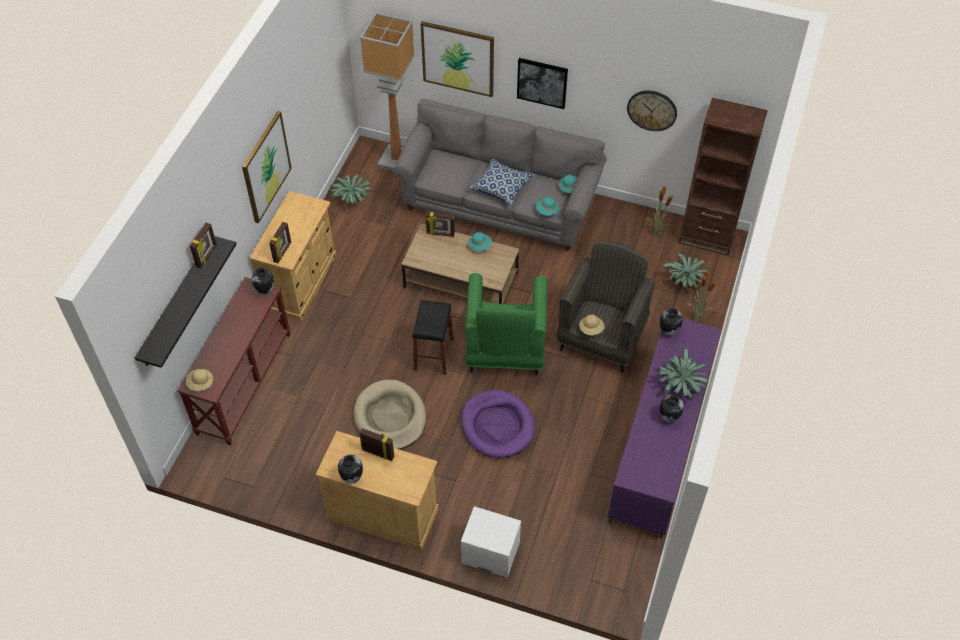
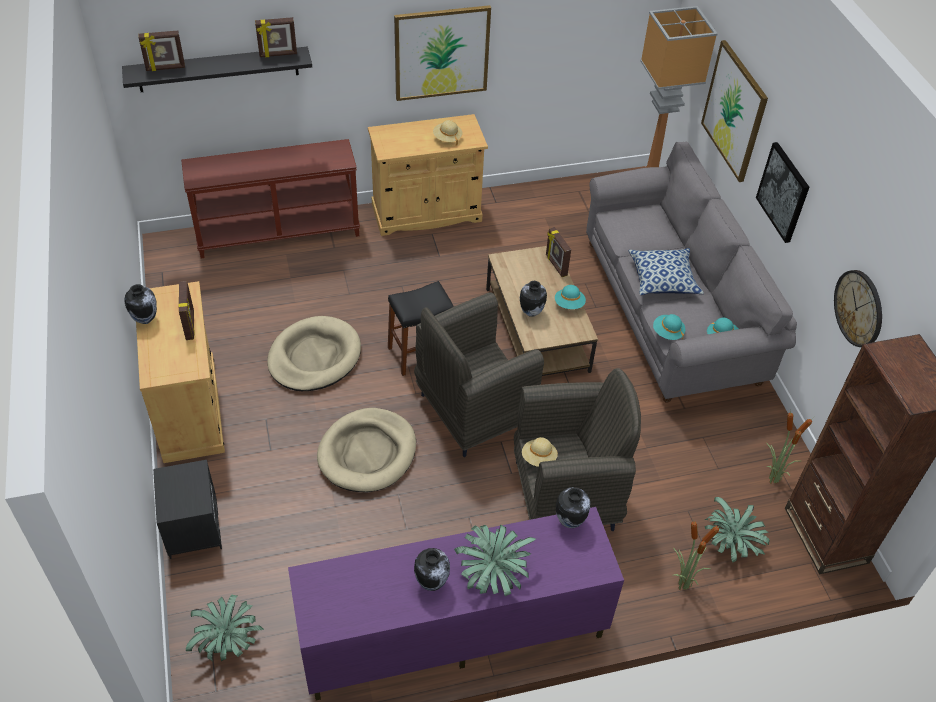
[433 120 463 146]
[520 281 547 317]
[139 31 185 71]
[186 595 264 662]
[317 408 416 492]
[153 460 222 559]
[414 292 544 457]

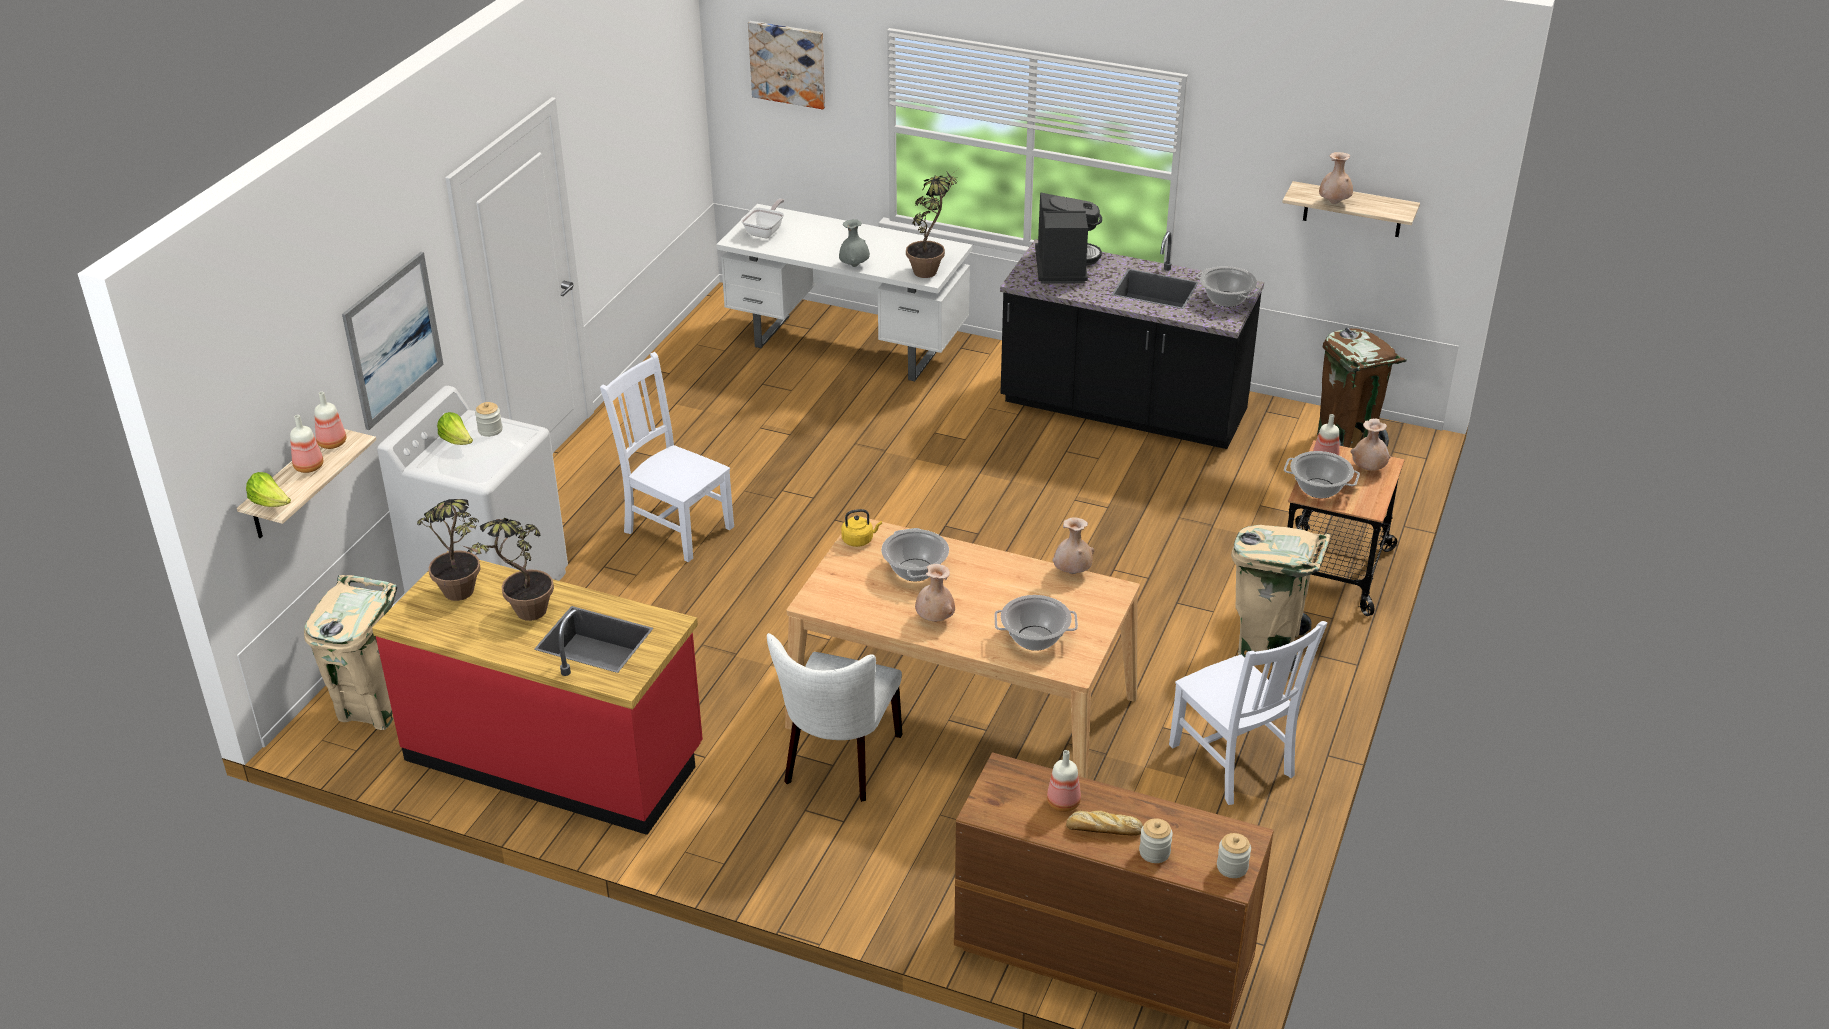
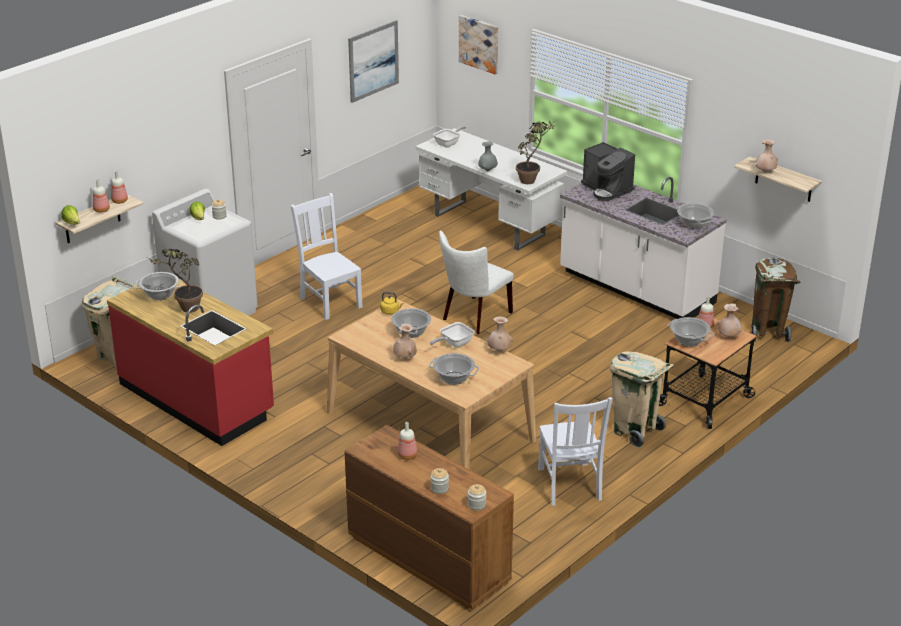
[348 20 399 103]
[135 272 183 300]
[439 231 514 334]
[560 177 727 319]
[581 142 635 201]
[1066 811 1143 836] (first image)
[430 322 475 348]

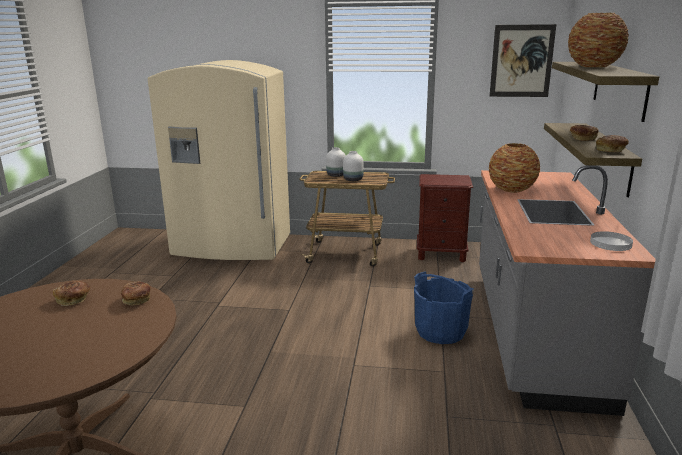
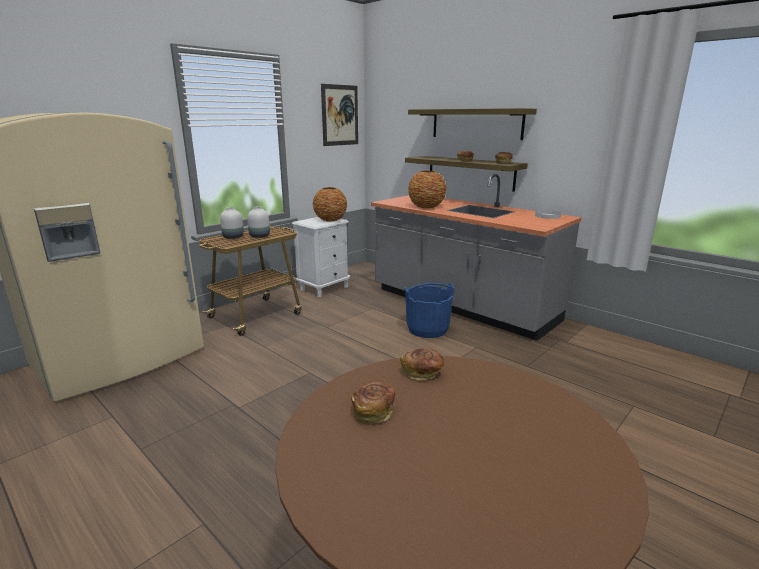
[292 217 350 297]
[313 187 347 221]

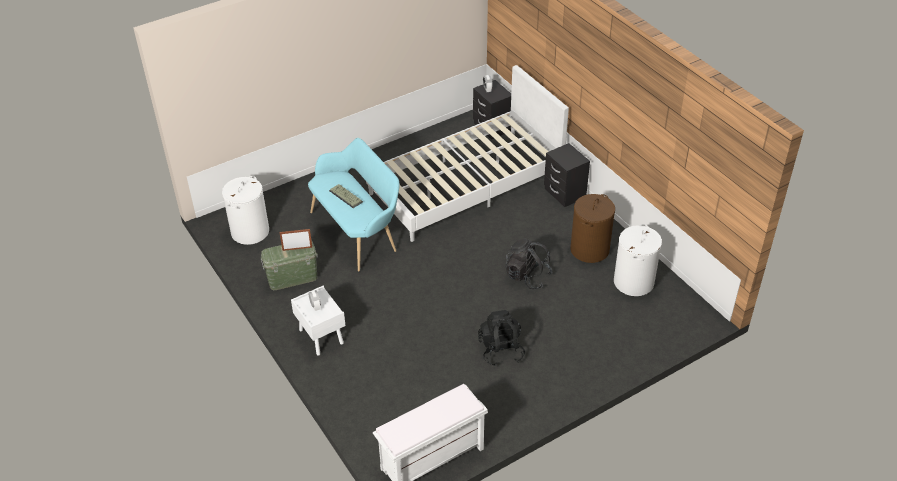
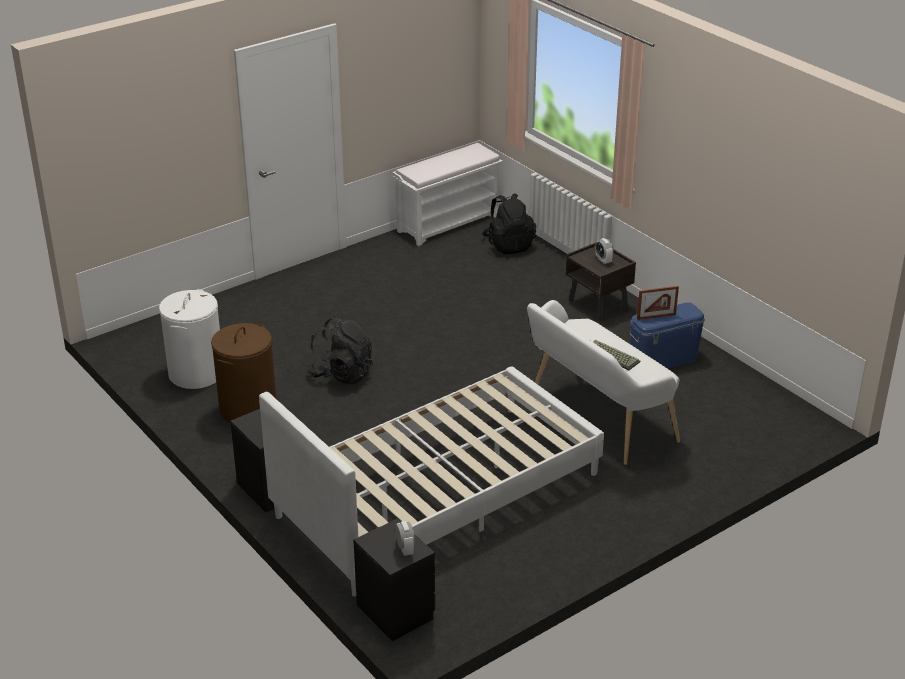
[222 176 269 245] (first image)
[629 302 705 369]
[566 243 636 321]
[527 300 680 465]
[482 193 536 254]

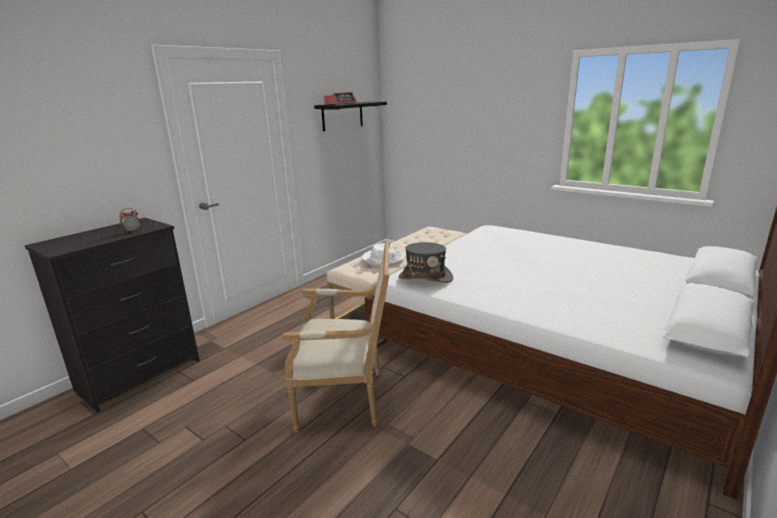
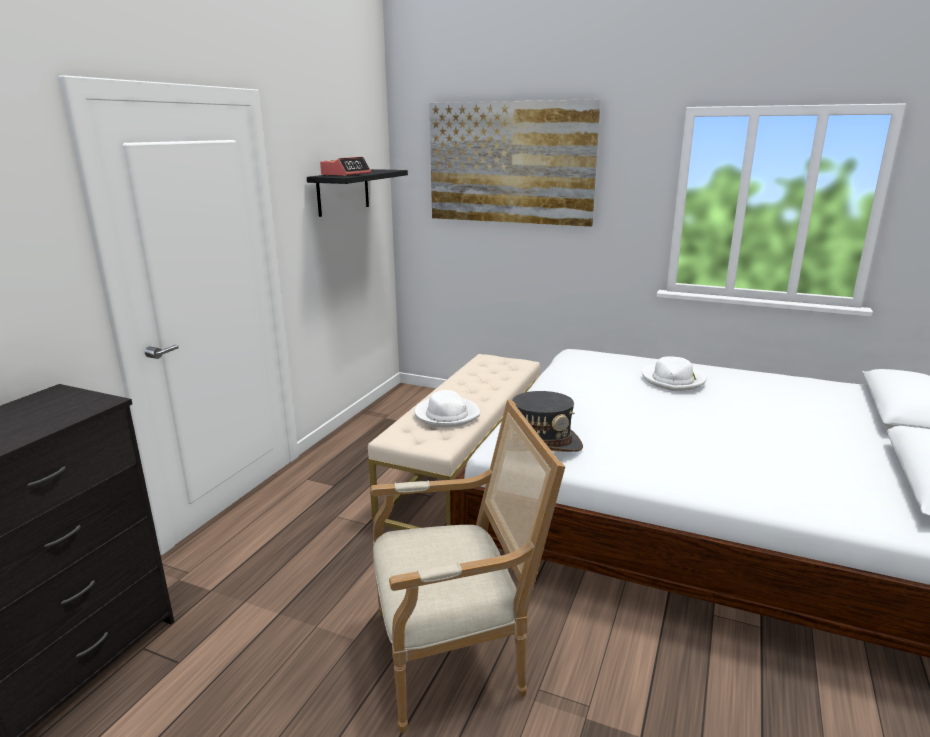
[119 208 140 232] (first image)
[429 99 601 227]
[642 356 706 391]

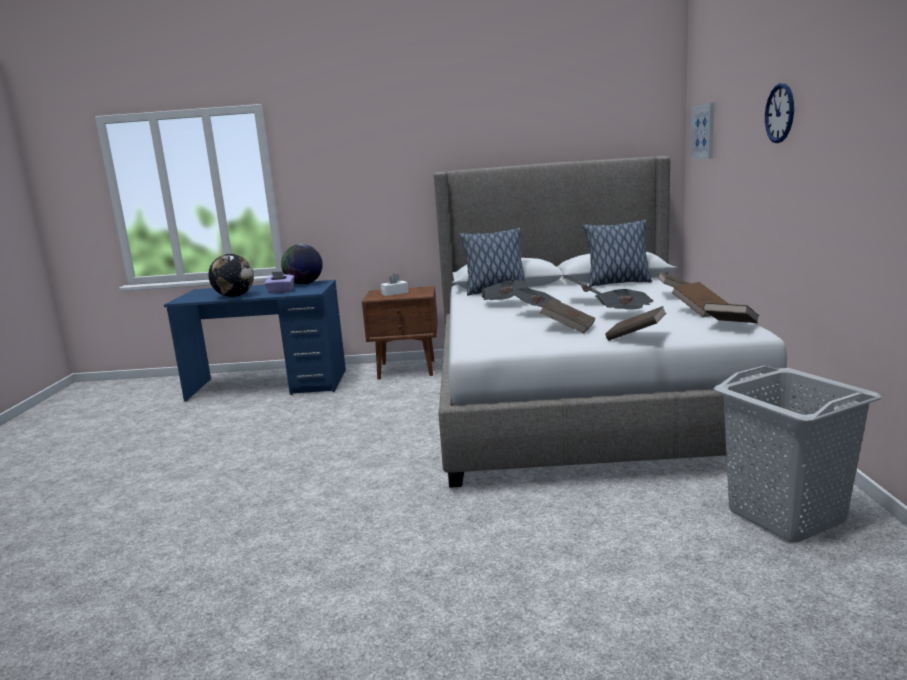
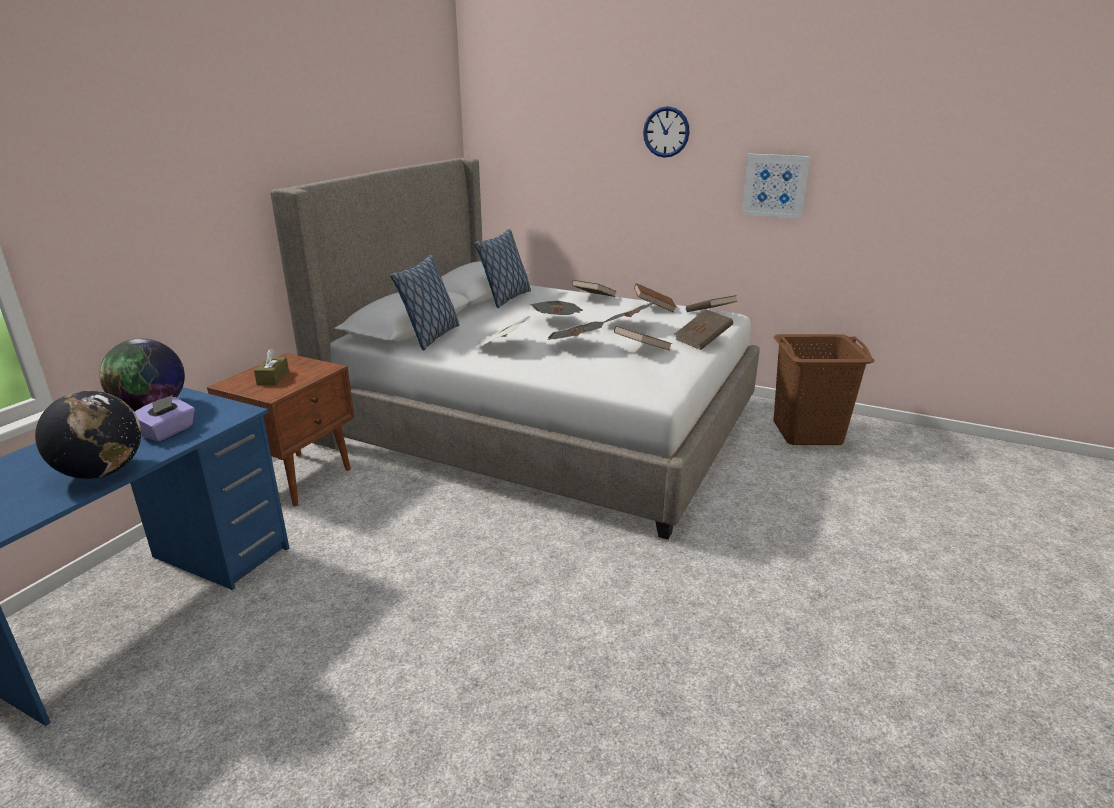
[254 349 289 385]
[742 154 810 219]
[773 334 874 445]

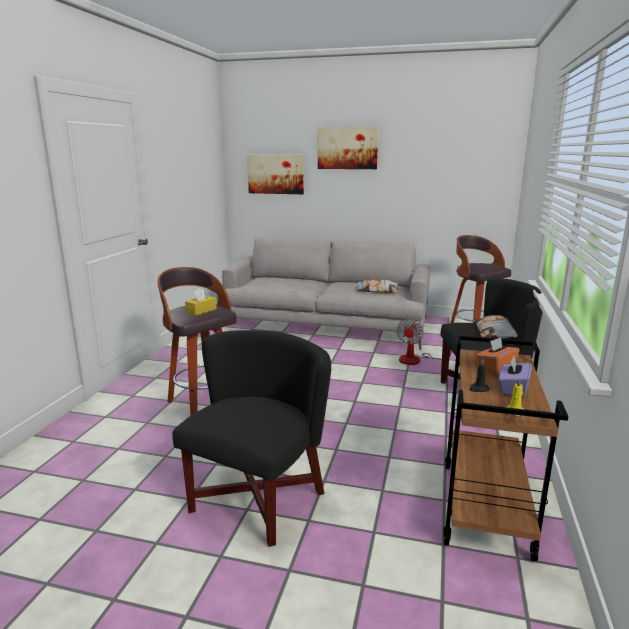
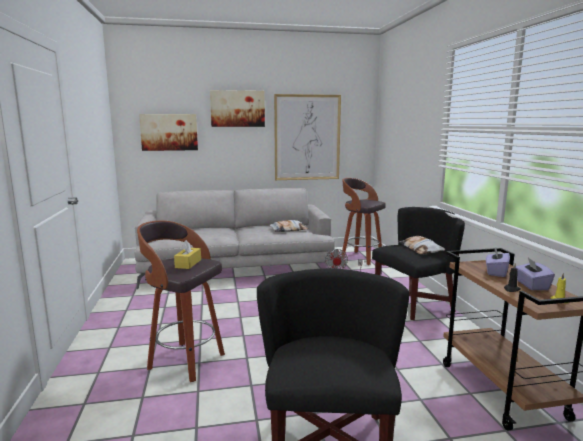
[486 248 510 277]
[274 94 341 180]

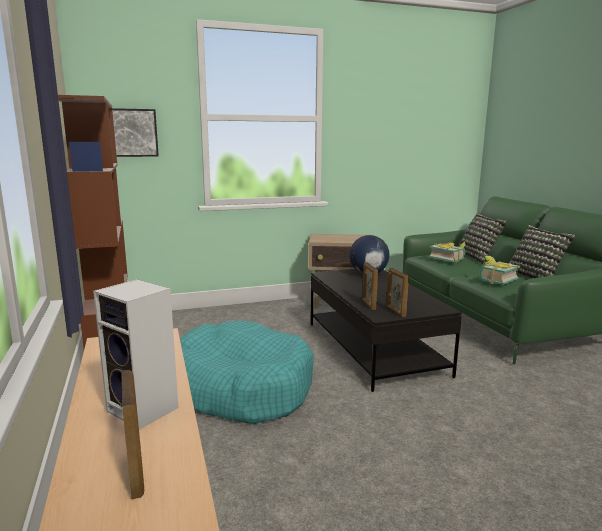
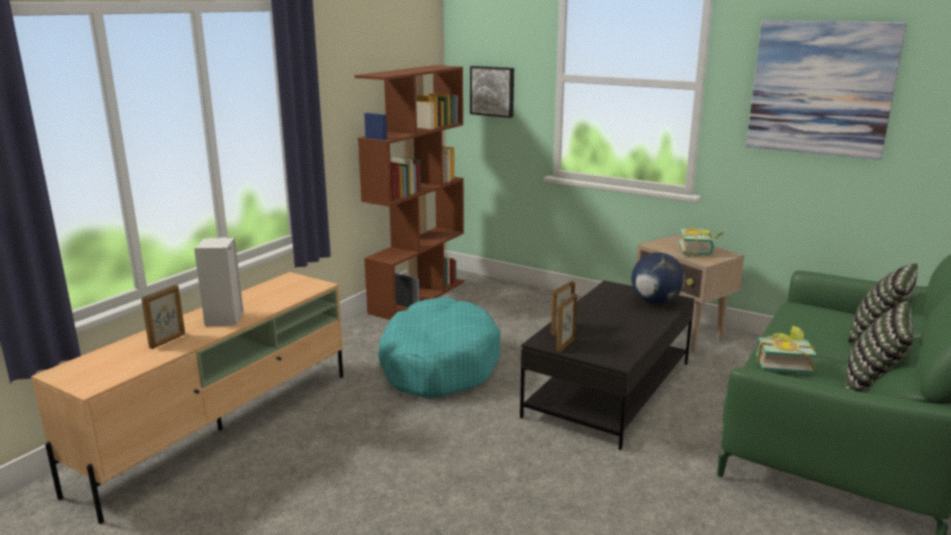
[678 227 724 257]
[746 20 907 160]

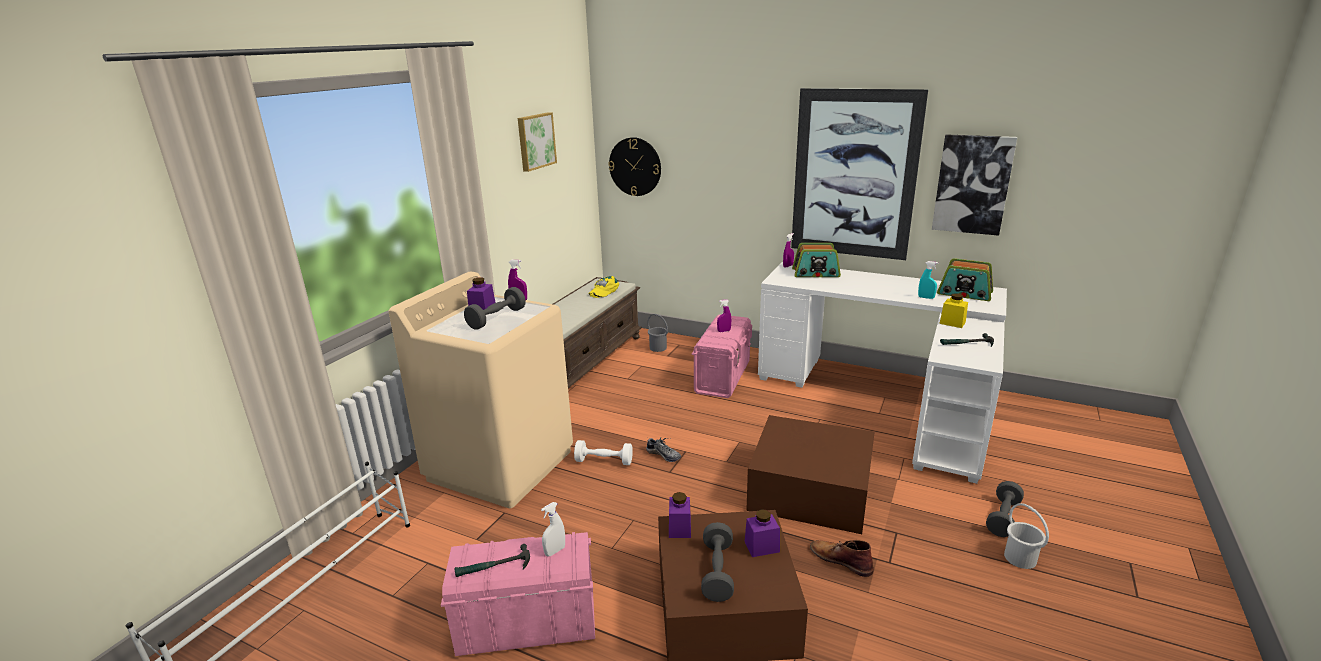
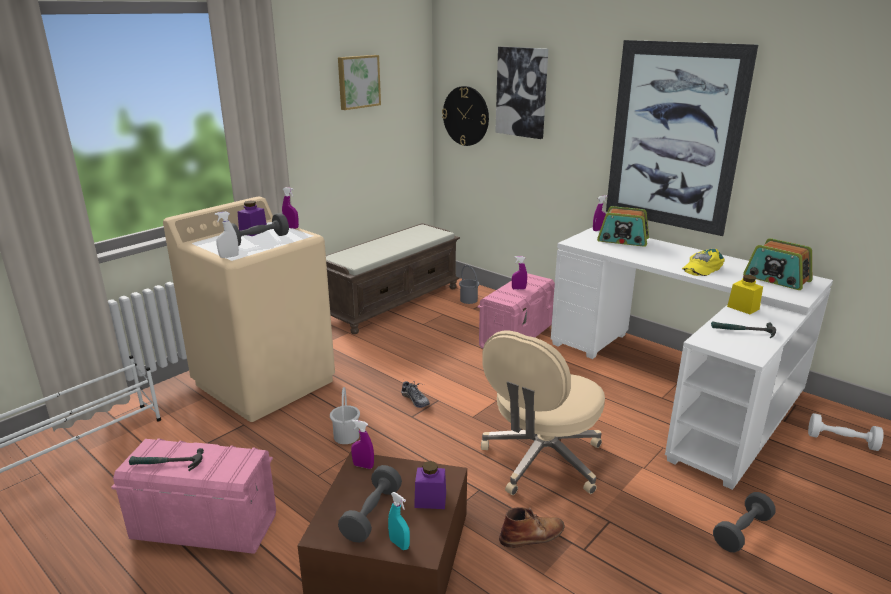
[215 212 239 258]
[808 413 884 451]
[682 249 725 276]
[351 420 374 469]
[481 331 605 495]
[499 507 565 548]
[388 492 410 550]
[495 47 548 139]
[330 387 360 444]

